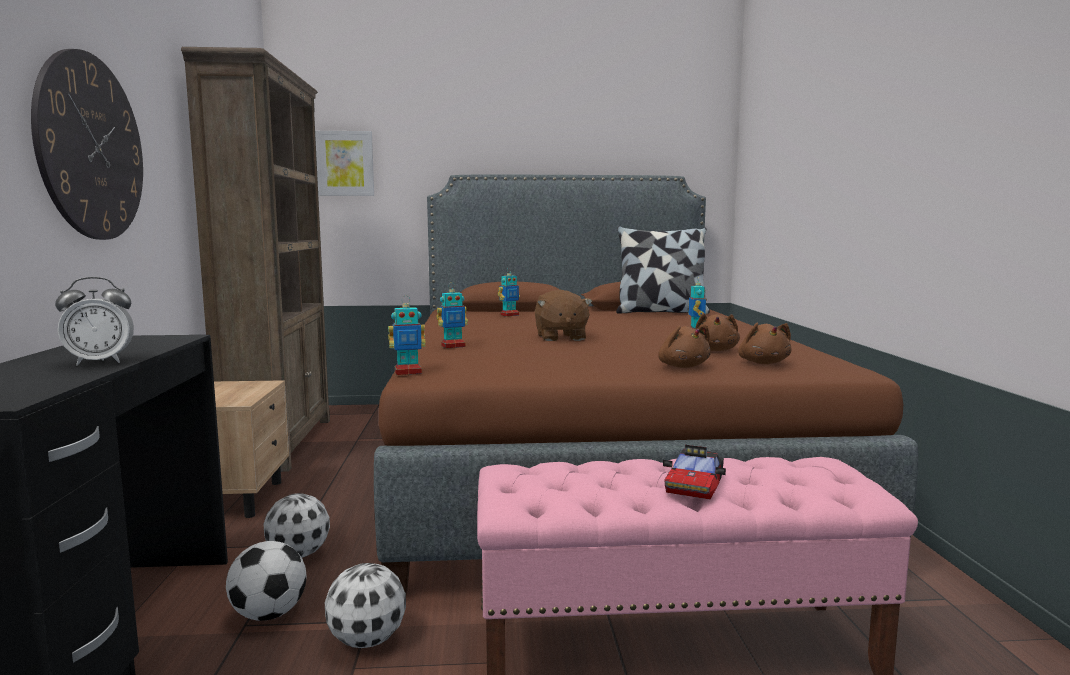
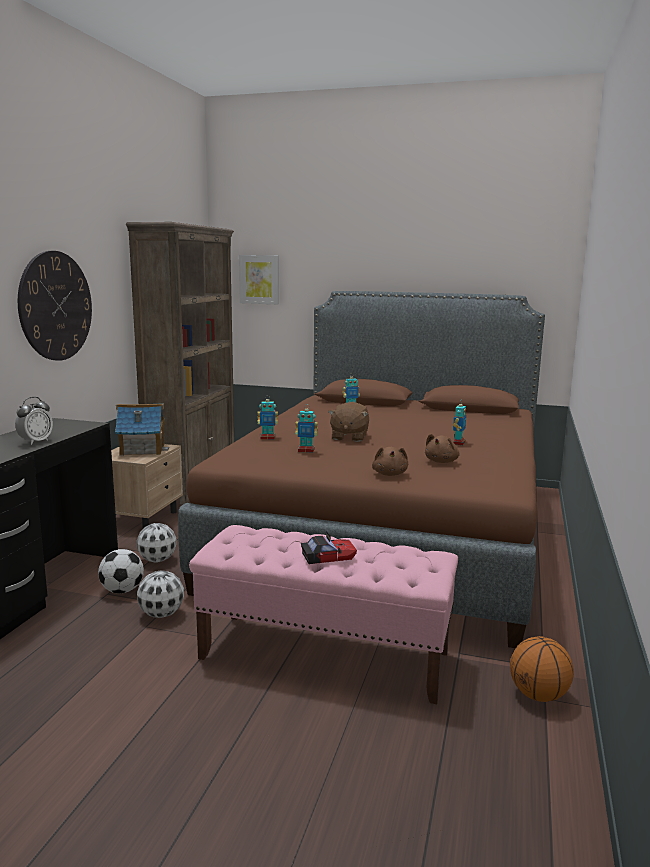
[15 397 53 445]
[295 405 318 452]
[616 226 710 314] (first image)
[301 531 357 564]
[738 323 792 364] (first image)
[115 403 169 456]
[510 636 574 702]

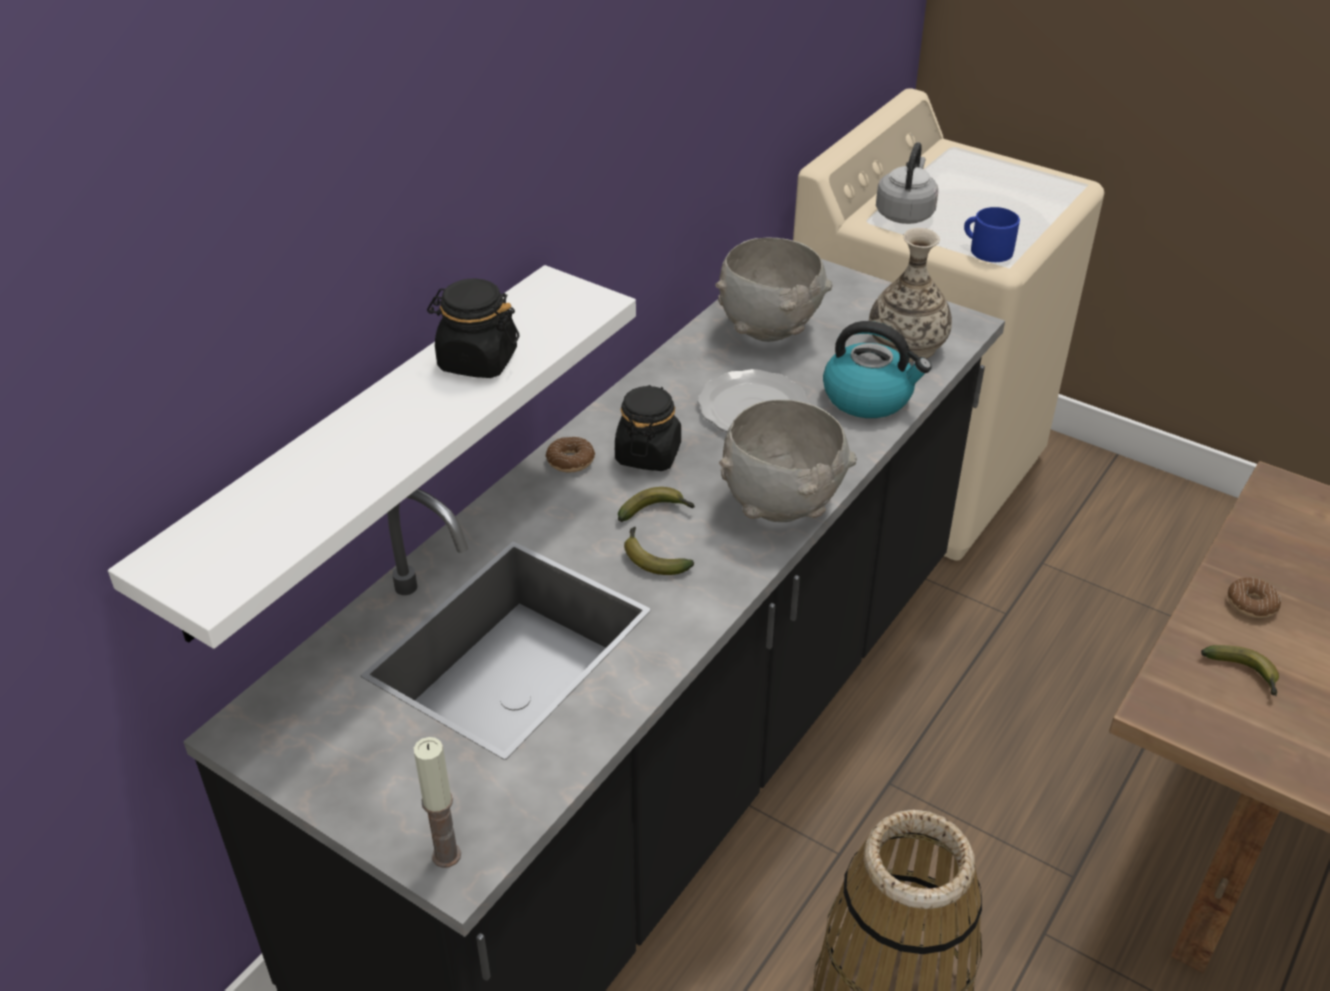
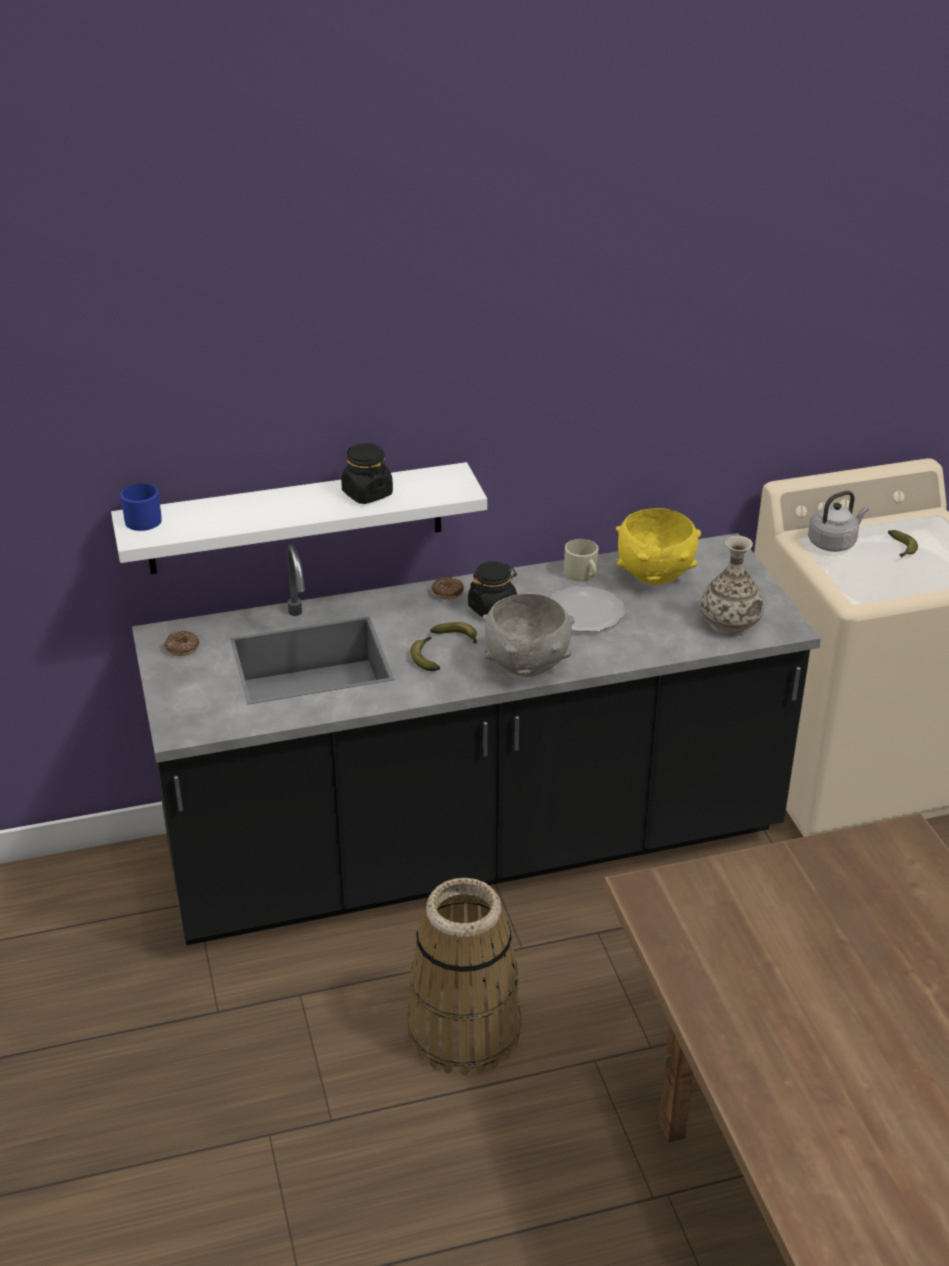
[414 737 461 868] (first image)
[616 508 701 585]
[823 321 932 418] (first image)
[121 484 162 531]
[888 530 918 557]
[165 631 199 656]
[564 539 598 582]

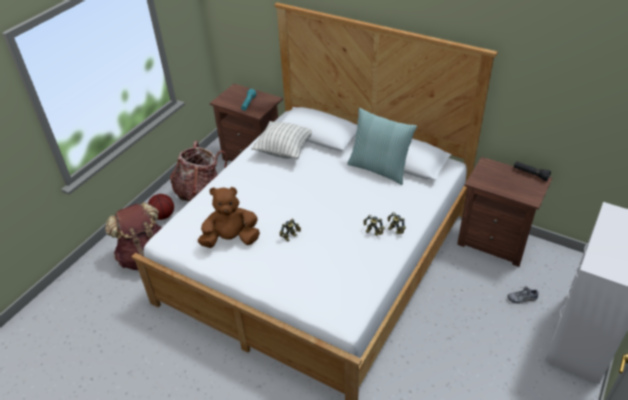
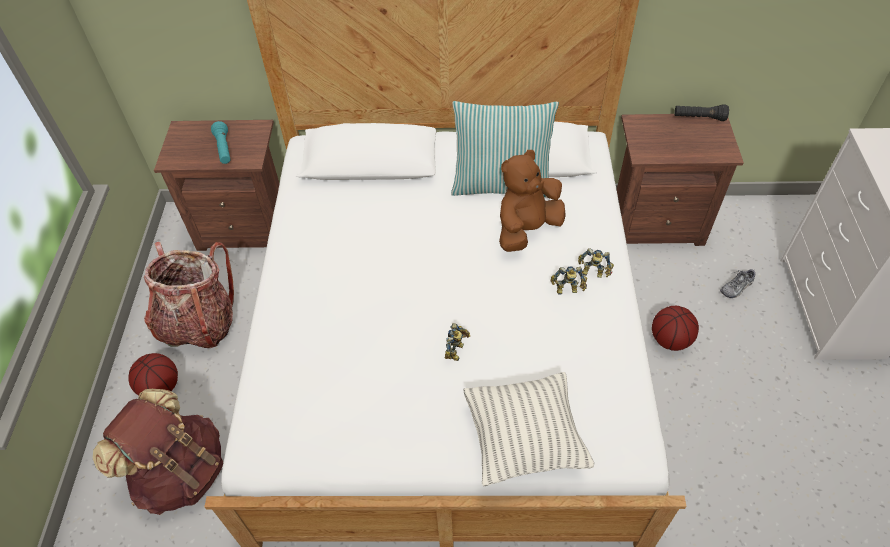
[499 150 566 252]
[464 372 594 486]
[652 306 699 351]

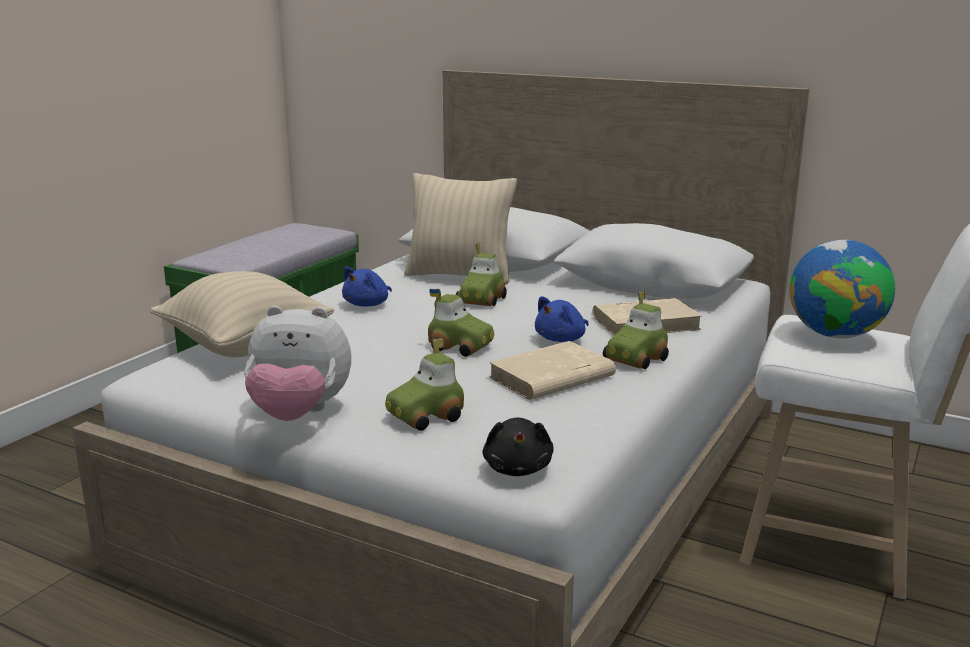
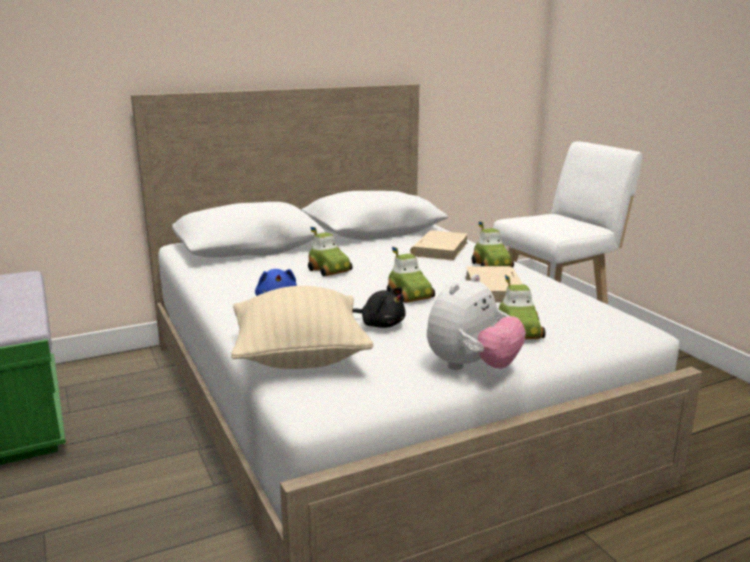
[404 173 517 284] (first image)
[387 247 435 303]
[352 287 406 328]
[535 296 589 342] (first image)
[790 240 895 338] (first image)

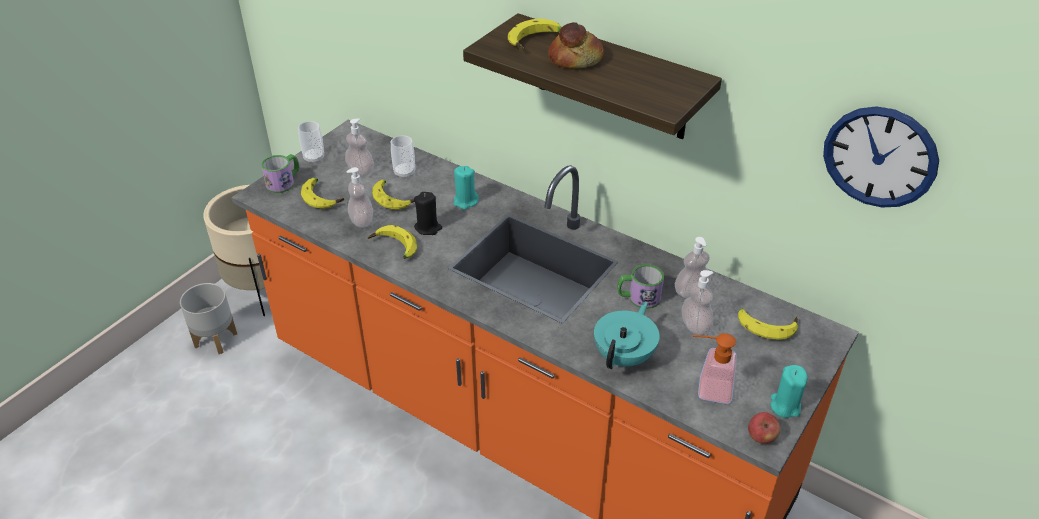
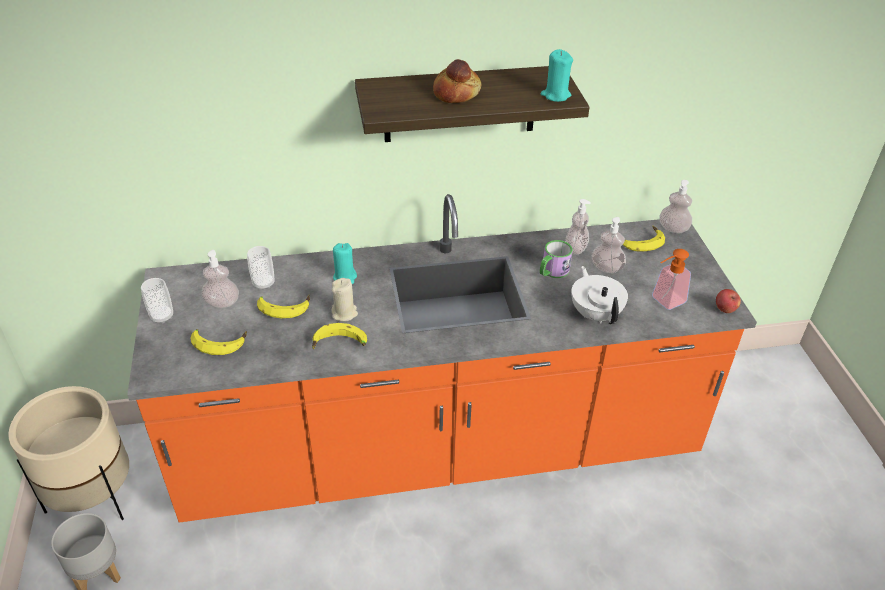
[261 154 299 193] (first image)
[659 180 692 233]
[332 278 358 321]
[508 19 562 50] (first image)
[571 266 628 324]
[541 49 573 102]
[823 106 939 208] (first image)

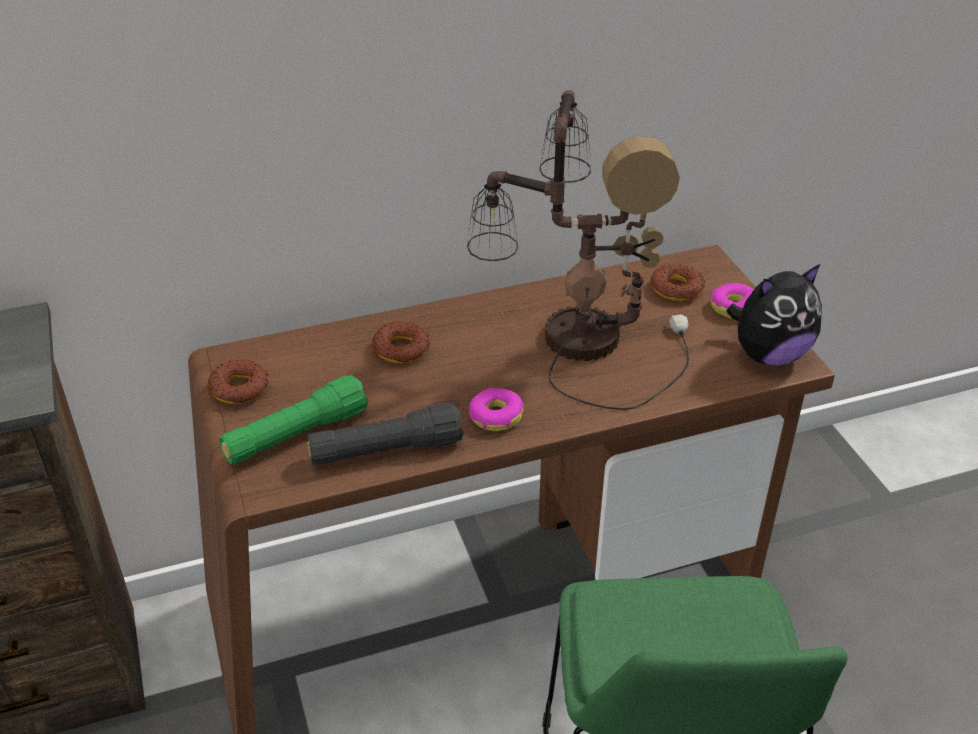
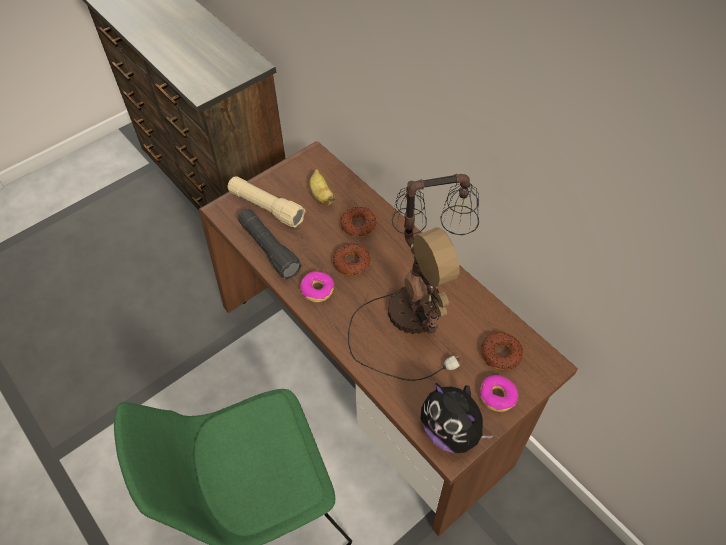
[333 243 371 275]
[228 176 306 228]
[310 169 335 205]

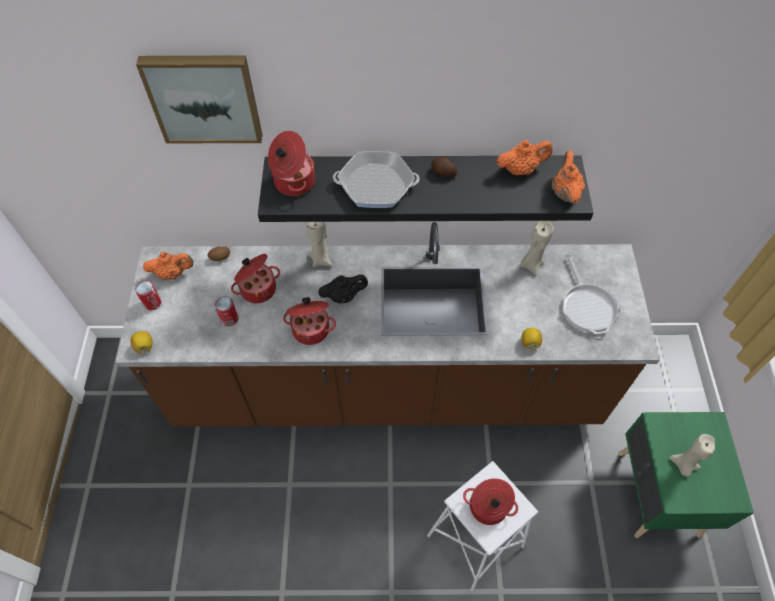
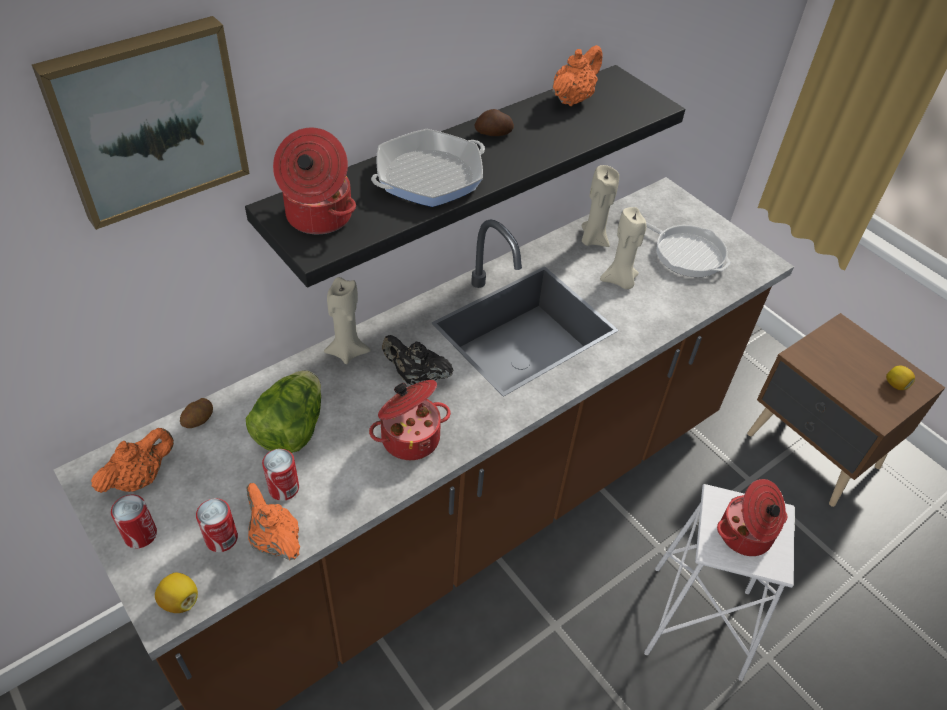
[246 370 321 453]
[382 335 453 385]
[886 366 915 390]
[246 483 300 561]
[747 313 945 507]
[600 207 646 289]
[196 498 238 552]

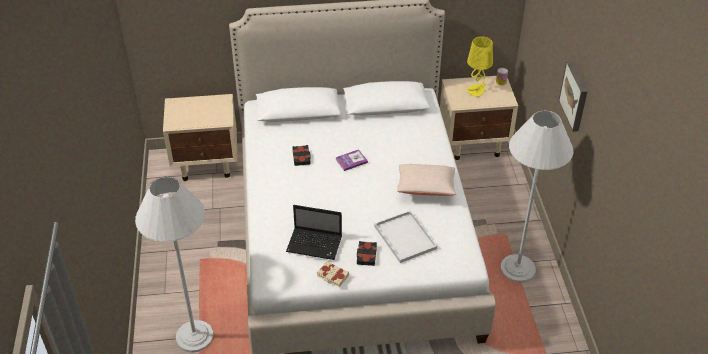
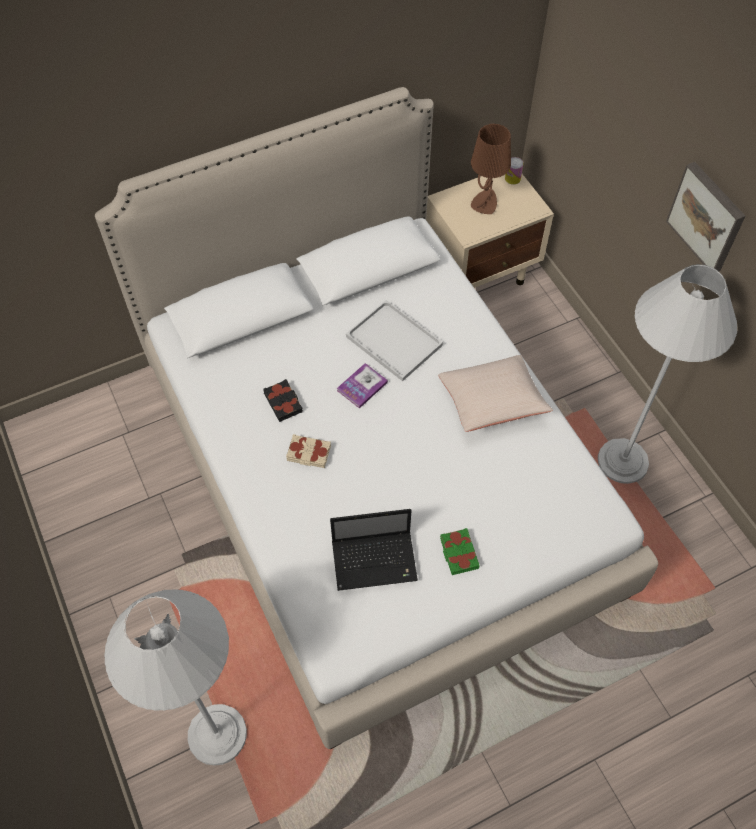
[163 94 237 181] (first image)
[286 434 331 468]
[440 528 480 575]
[346 300 443 381]
[471 124 511 214]

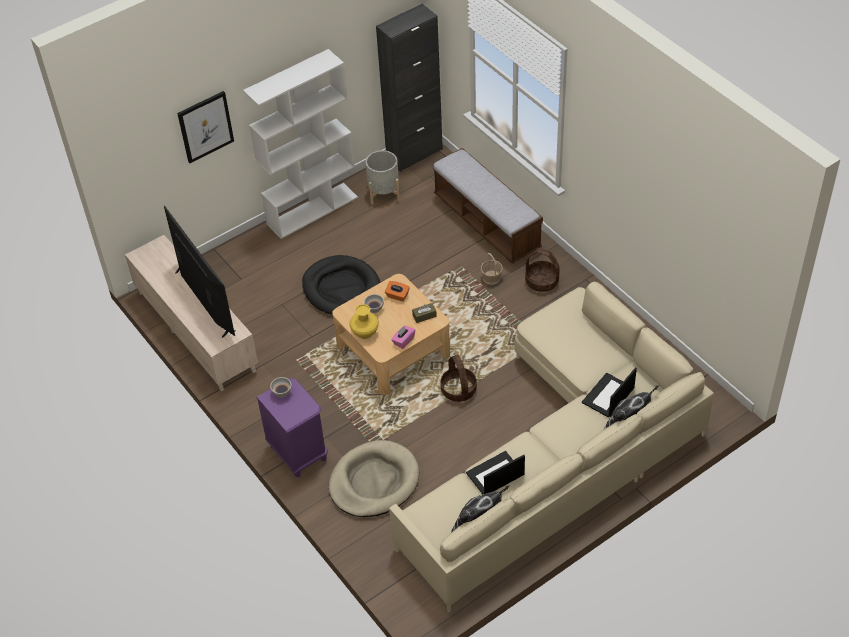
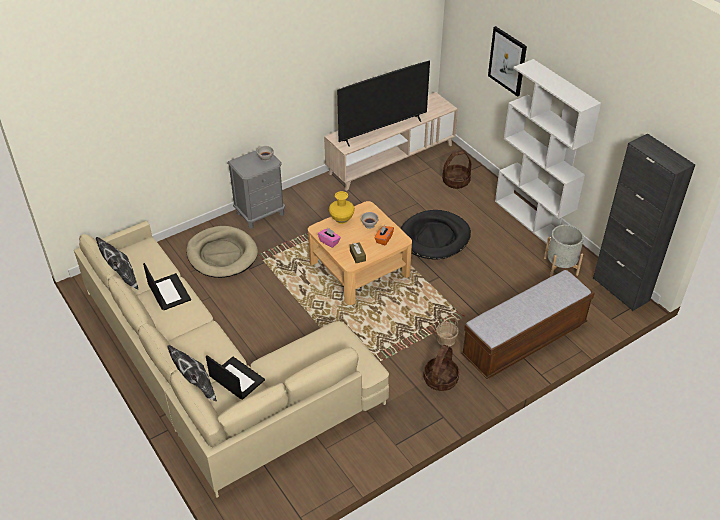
[227 150 285 229]
[442 150 472 189]

